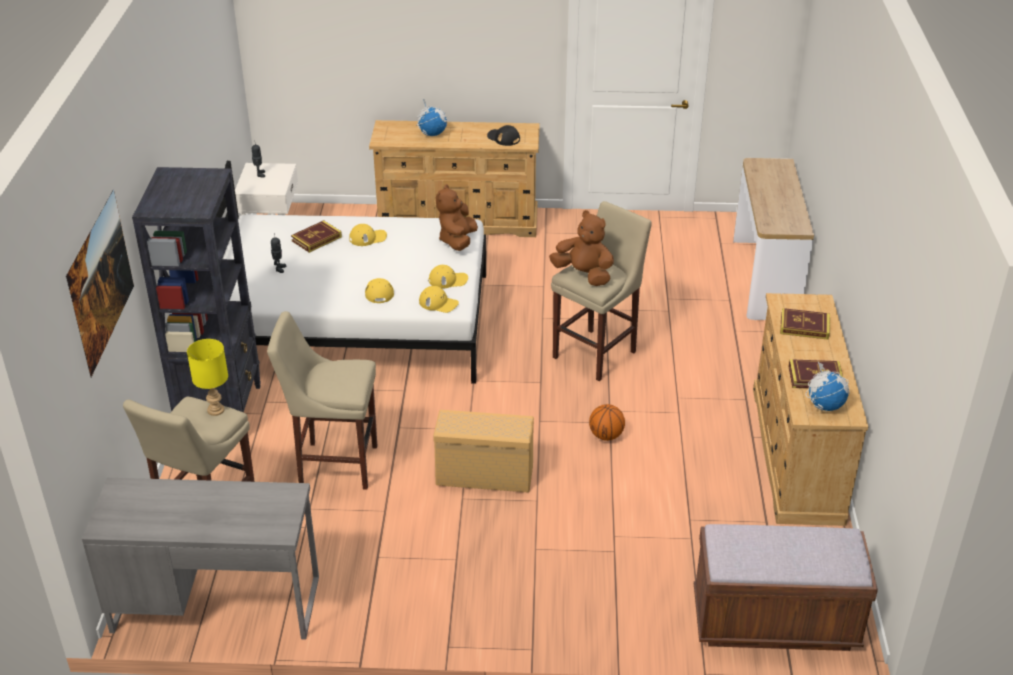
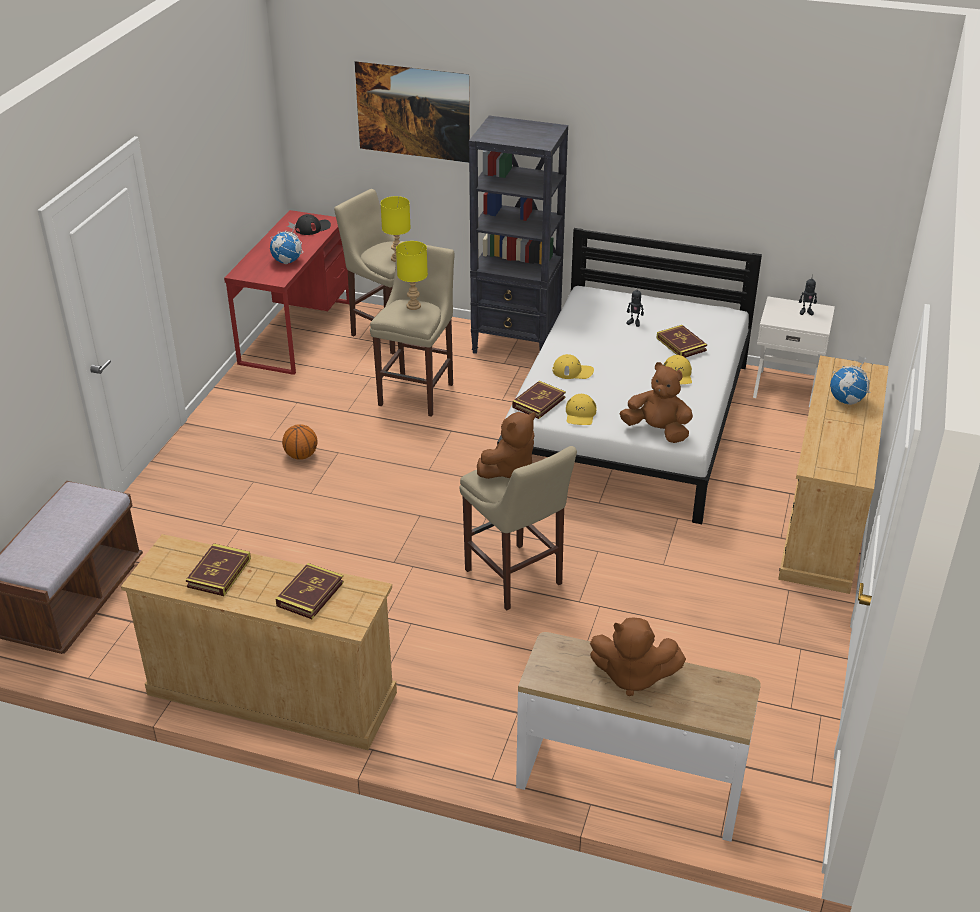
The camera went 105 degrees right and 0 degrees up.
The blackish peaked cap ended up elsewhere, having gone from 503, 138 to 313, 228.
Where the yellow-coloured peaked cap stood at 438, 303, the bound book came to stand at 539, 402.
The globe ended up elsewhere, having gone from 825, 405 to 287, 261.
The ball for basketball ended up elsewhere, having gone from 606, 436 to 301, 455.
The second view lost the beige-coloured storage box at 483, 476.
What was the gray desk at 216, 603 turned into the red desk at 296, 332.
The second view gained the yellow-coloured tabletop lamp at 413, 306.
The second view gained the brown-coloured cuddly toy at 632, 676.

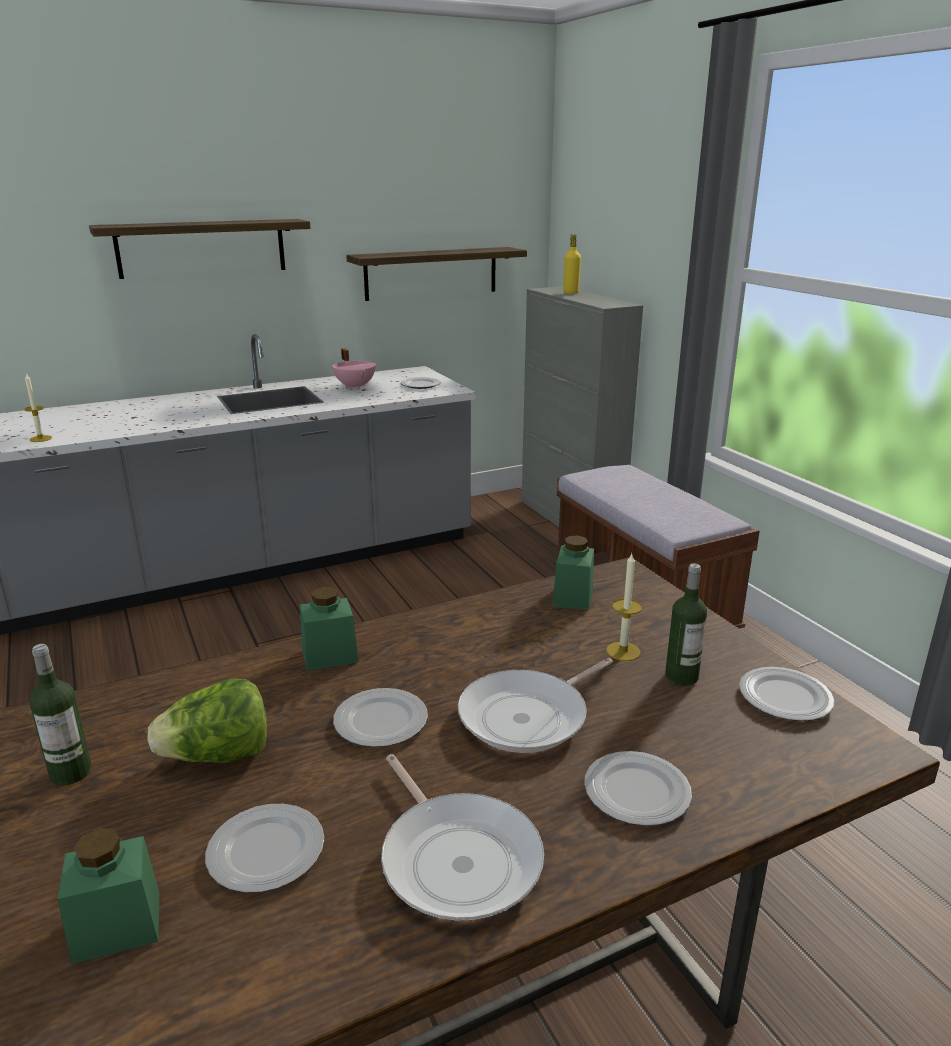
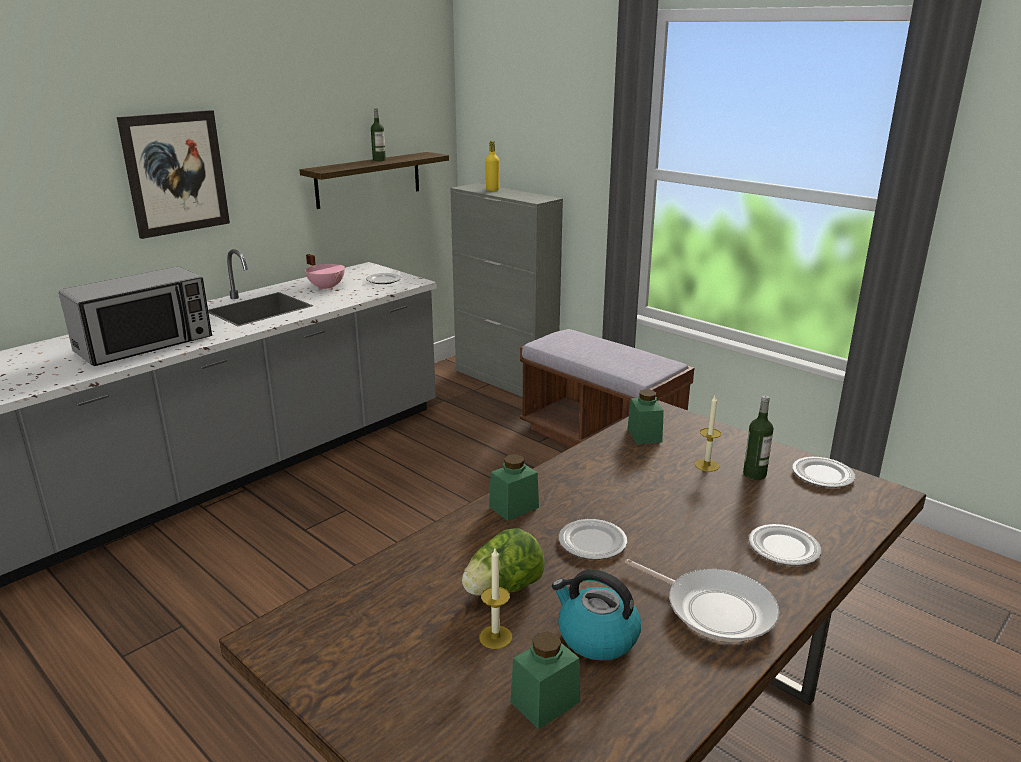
The camera went 20 degrees left and 0 degrees up.
Where the bracket shelf hung at 202, 248, the wall picture came to hang at 175, 173.
The wax light ended up elsewhere, having gone from 40, 438 to 495, 637.
The beverage bottle ended up elsewhere, having gone from 71, 772 to 379, 160.
The second view lost the frying pan at 529, 716.
Where the plate stood at 266, 853, the kettle came to stand at 596, 637.
The second view gained the microwave at 145, 344.

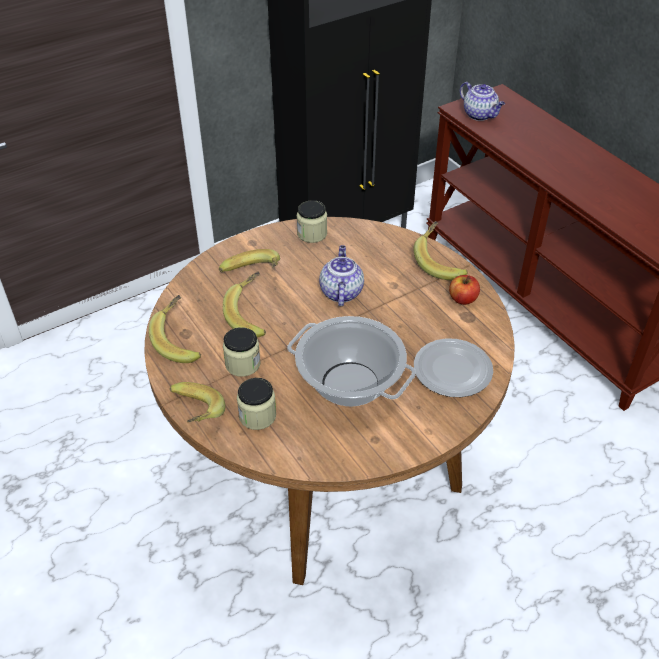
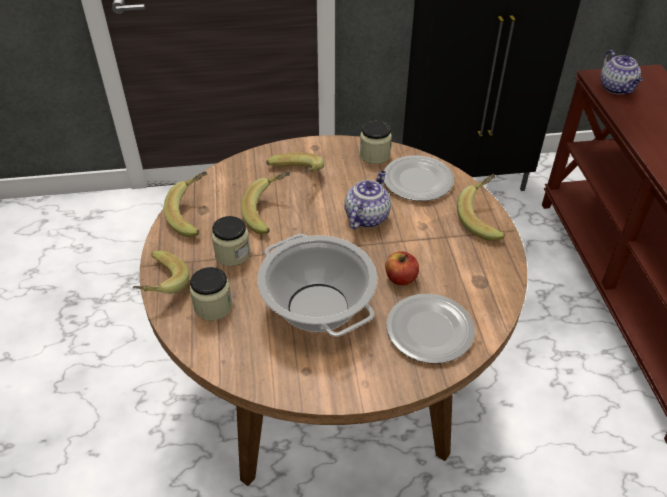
The camera went 25 degrees right and 0 degrees up.
The apple fruit ended up elsewhere, having gone from 463, 299 to 400, 278.
The second view gained the plate at 417, 180.

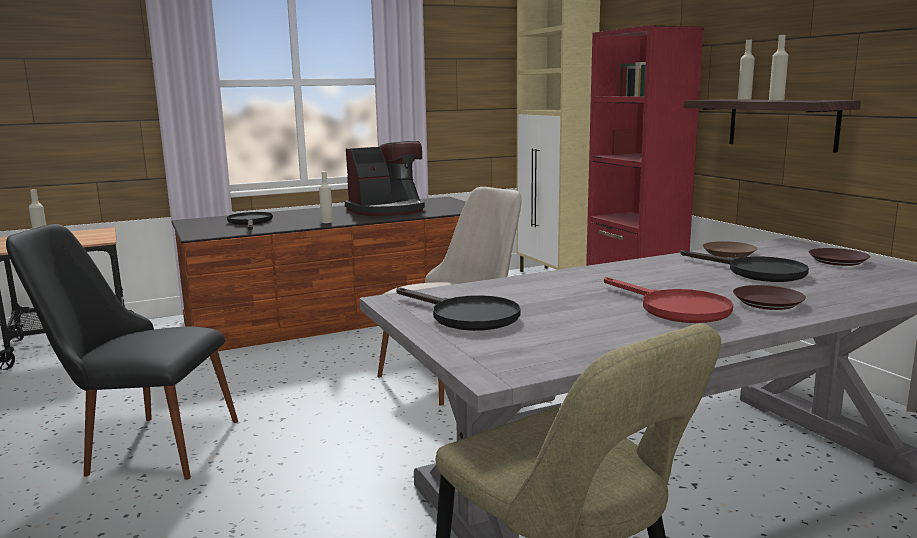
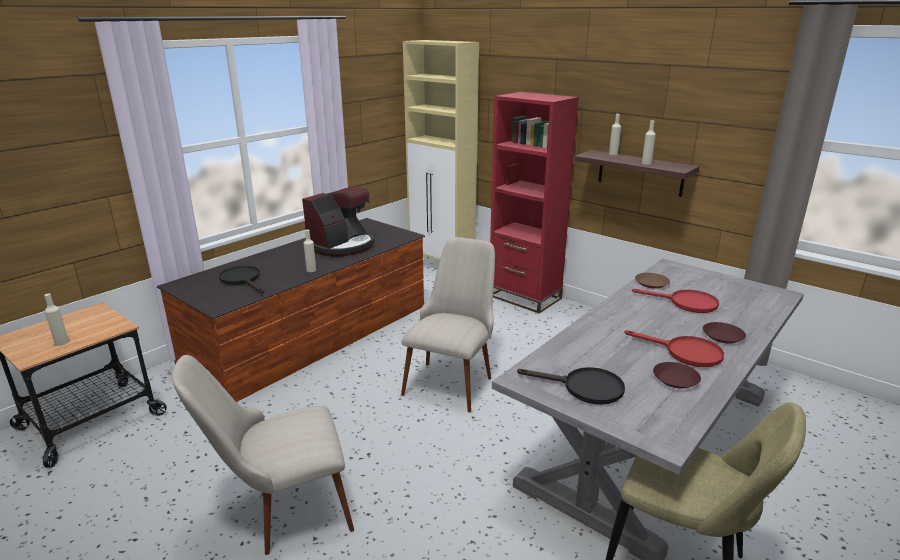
The camera went 25 degrees left and 10 degrees up.
What was the blackish upright chair at 141, 446 turned into the beige-coloured upright chair at 282, 511.
The brown-coloured plate ended up elsewhere, having gone from 838, 261 to 676, 379.
What was the blackish frying pan at 756, 272 turned into the red frying pan at 686, 303.

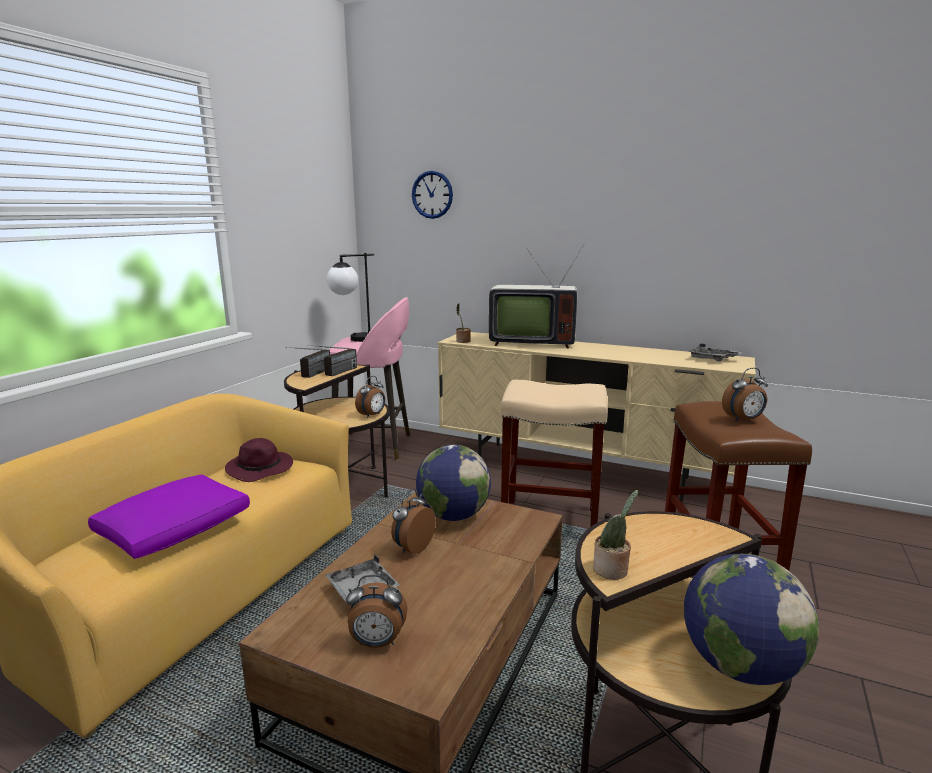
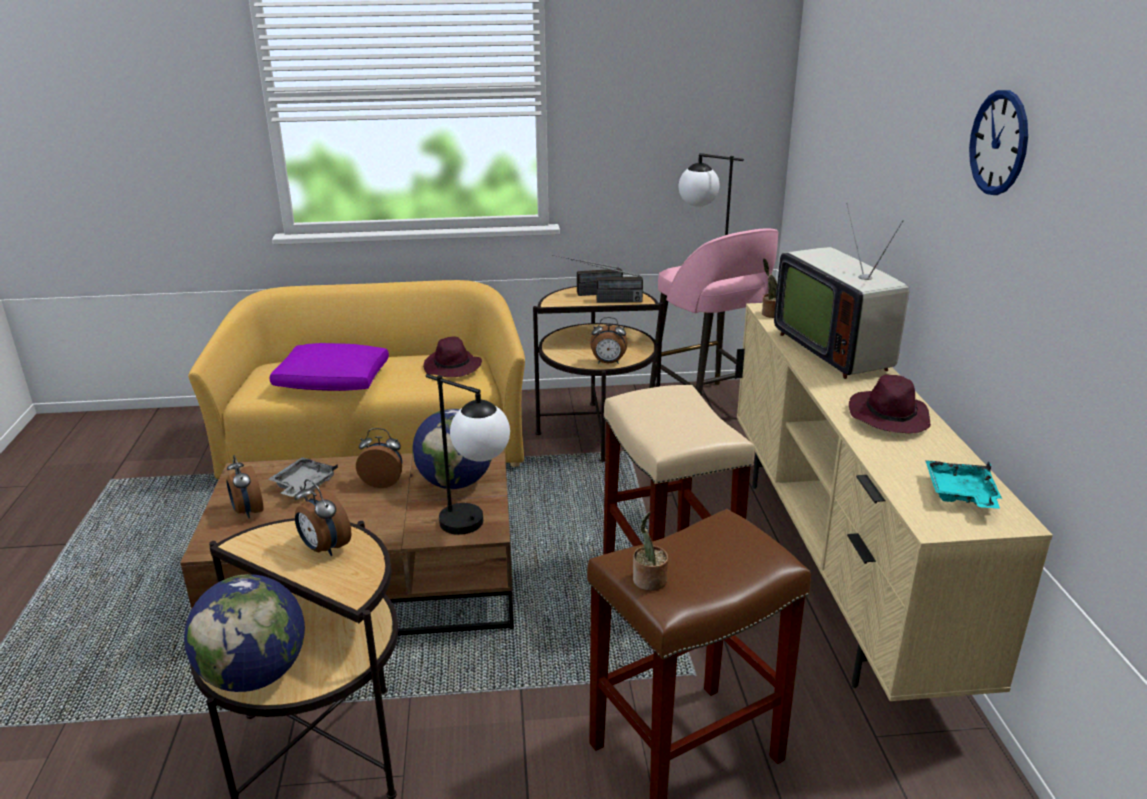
The camera went 60 degrees right and 10 degrees up.
The hanging clock ended up elsewhere, having gone from 432, 195 to 999, 143.
What was the gray tray at 712, 359 turned into the turquoise-coloured tray at 960, 495.
The bedside clock ended up elsewhere, having gone from 743, 420 to 324, 548.
The houseplant ended up elsewhere, having gone from 612, 570 to 649, 581.
The second view gained the tabletop lamp at 476, 527.
The second view gained the purple-coloured wearable hat at 888, 417.

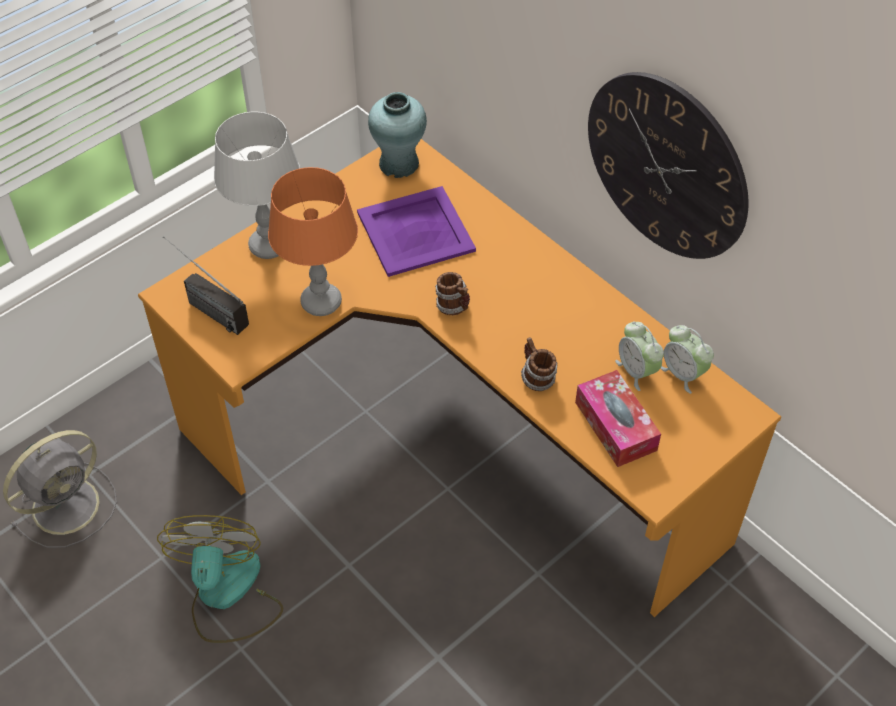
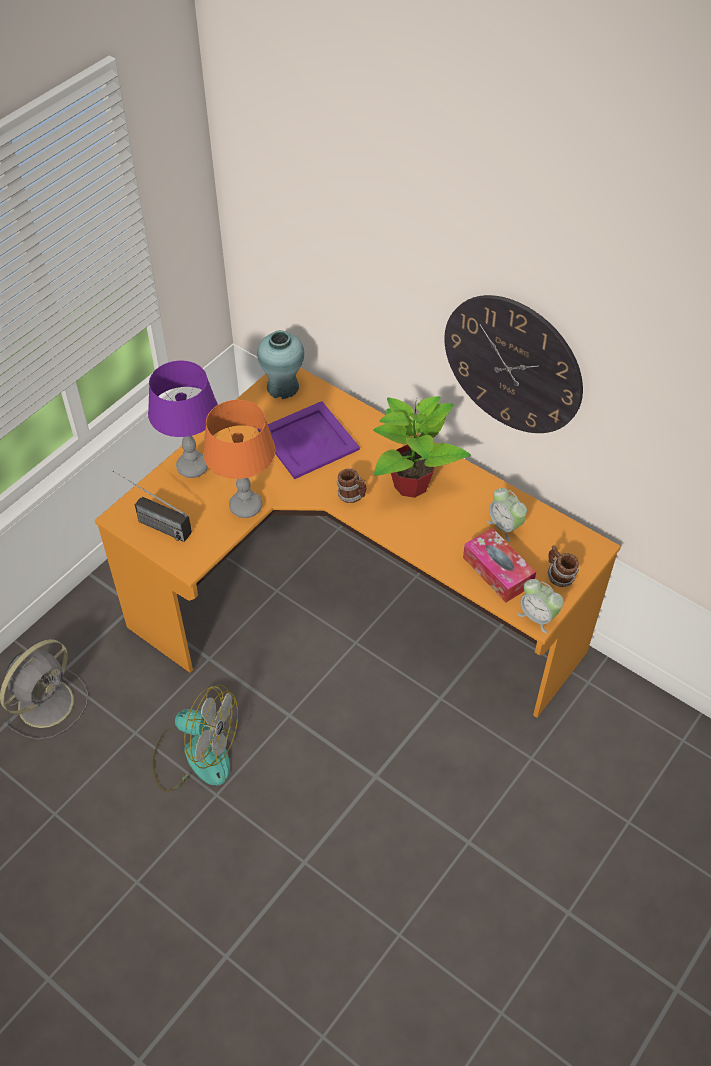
The camera went 10 degrees left and 0 degrees up.
What was the gray tabletop lamp at 268, 246 turned into the purple-coloured tabletop lamp at 192, 467.
The bedside clock ended up elsewhere, having gone from 683, 374 to 537, 617.
The mug ended up elsewhere, having gone from 536, 378 to 559, 576.
The electric fan at 227, 595 ended up facing another way, 120 degrees clockwise from before.
The second view gained the houseplant at 411, 484.

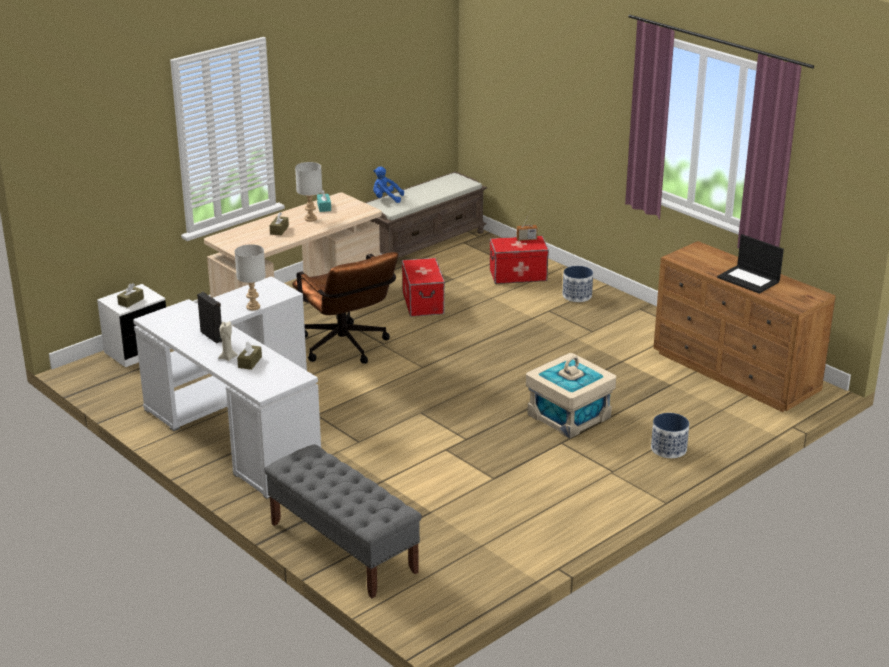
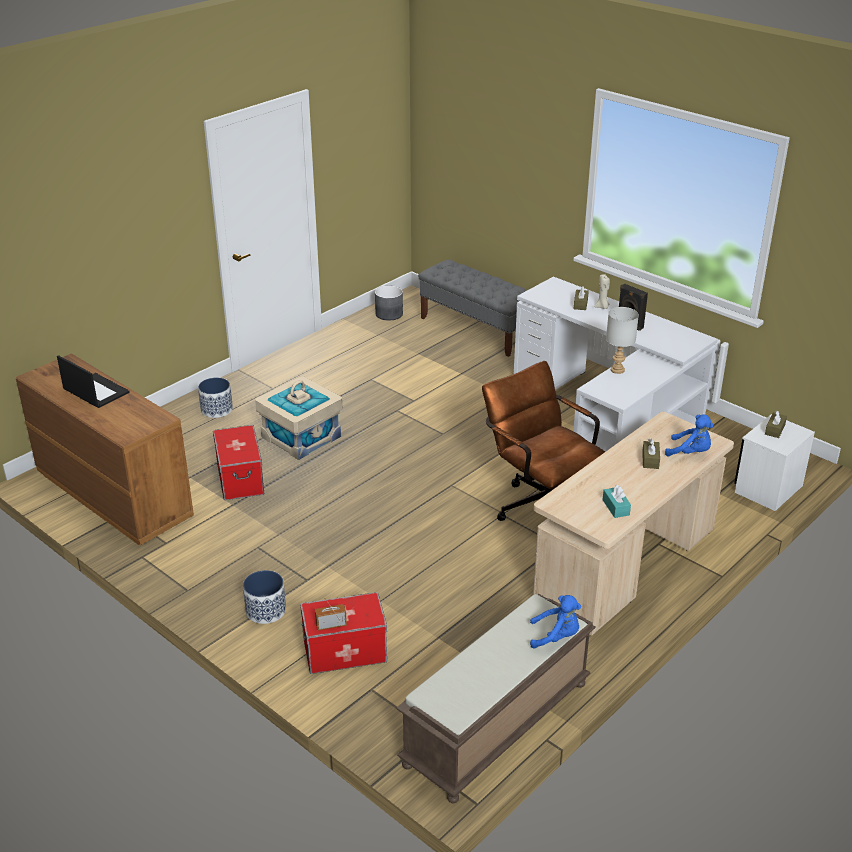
The camera went 175 degrees right and 5 degrees up.
The second view lost the gray tabletop lamp at 310, 218.
The storage box ended up elsewhere, having gone from 422, 303 to 241, 479.
The second view gained the gray plant pot at 389, 314.
The second view gained the bluish cuddly toy at 690, 452.

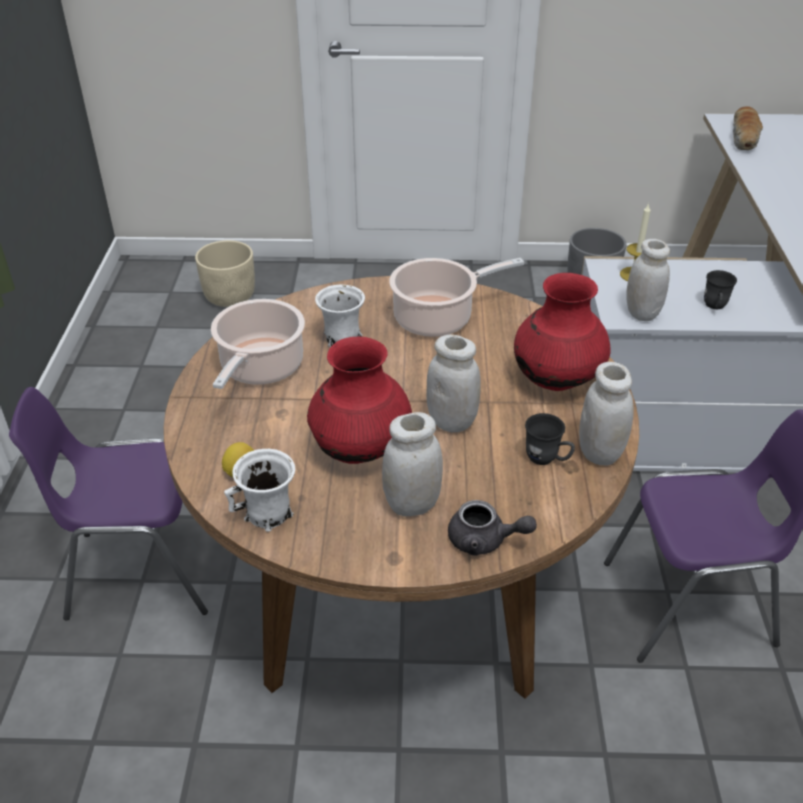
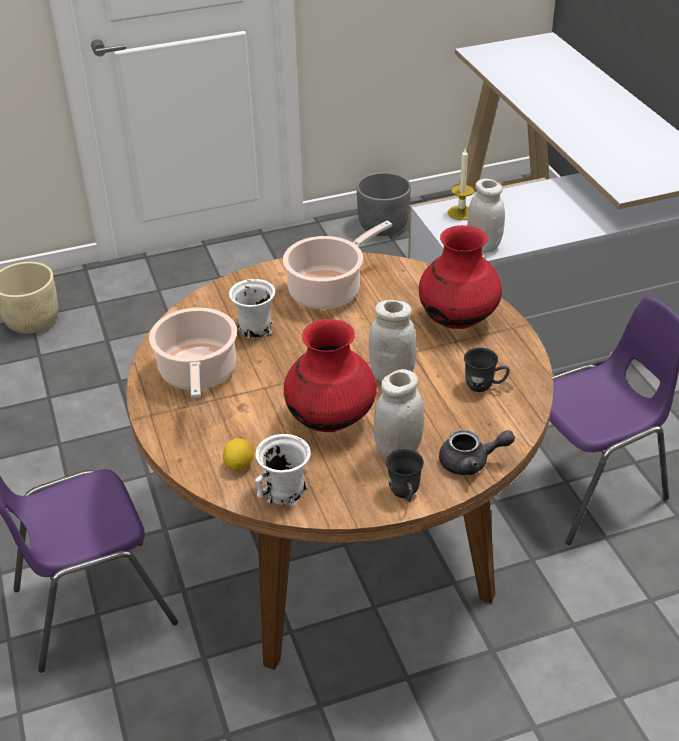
The camera went 20 degrees left and 0 degrees up.
The second view lost the bakery bread at 744, 138.
The gray mug ended up elsewhere, having gone from 715, 307 to 405, 494.
The second view lost the whitish jar at 599, 452.

